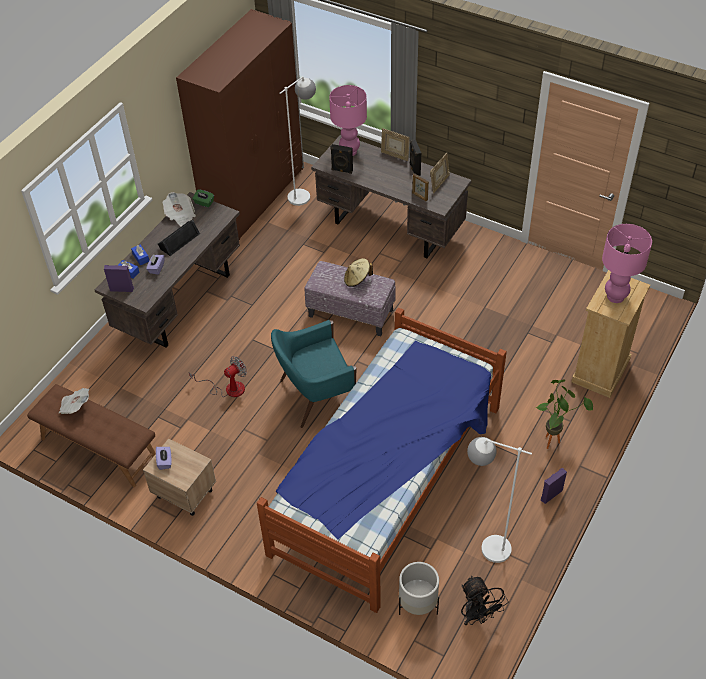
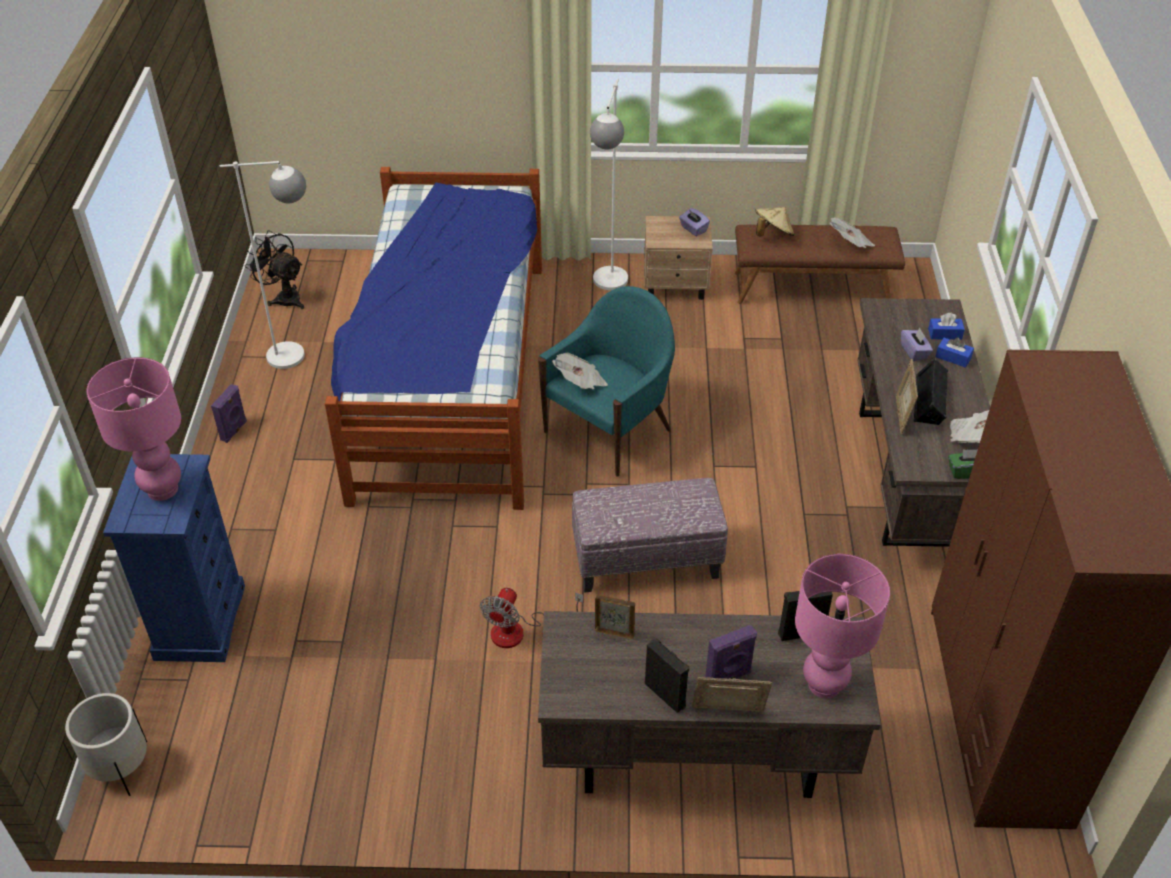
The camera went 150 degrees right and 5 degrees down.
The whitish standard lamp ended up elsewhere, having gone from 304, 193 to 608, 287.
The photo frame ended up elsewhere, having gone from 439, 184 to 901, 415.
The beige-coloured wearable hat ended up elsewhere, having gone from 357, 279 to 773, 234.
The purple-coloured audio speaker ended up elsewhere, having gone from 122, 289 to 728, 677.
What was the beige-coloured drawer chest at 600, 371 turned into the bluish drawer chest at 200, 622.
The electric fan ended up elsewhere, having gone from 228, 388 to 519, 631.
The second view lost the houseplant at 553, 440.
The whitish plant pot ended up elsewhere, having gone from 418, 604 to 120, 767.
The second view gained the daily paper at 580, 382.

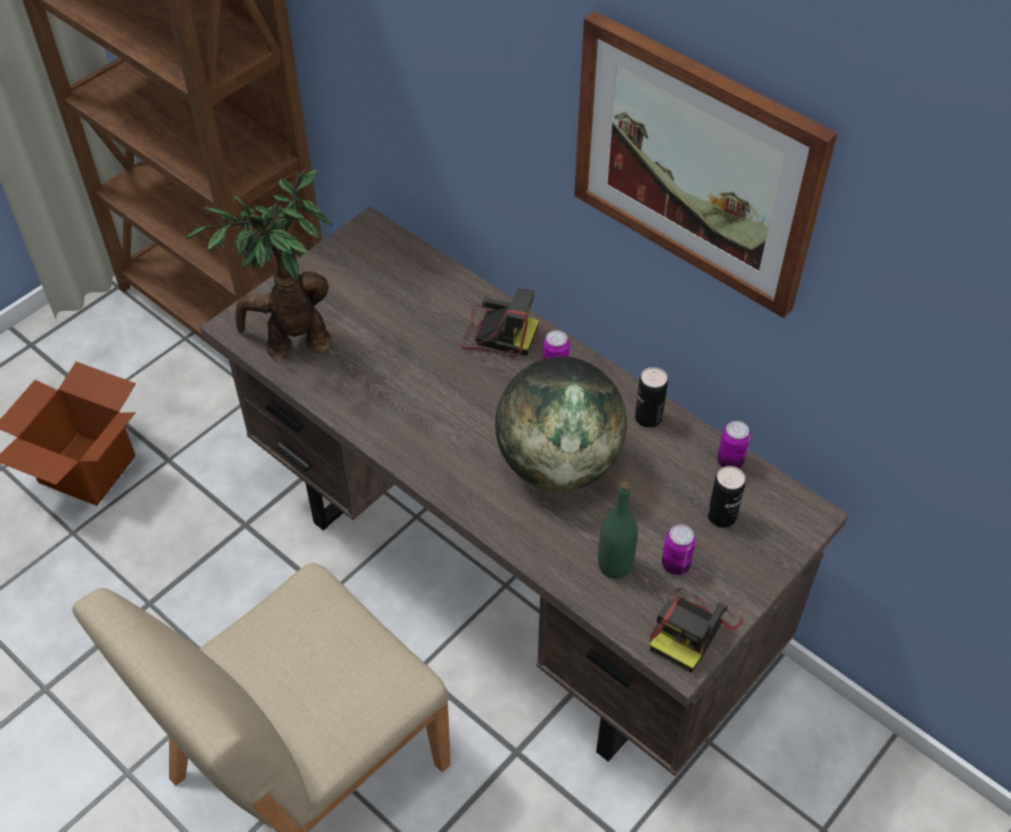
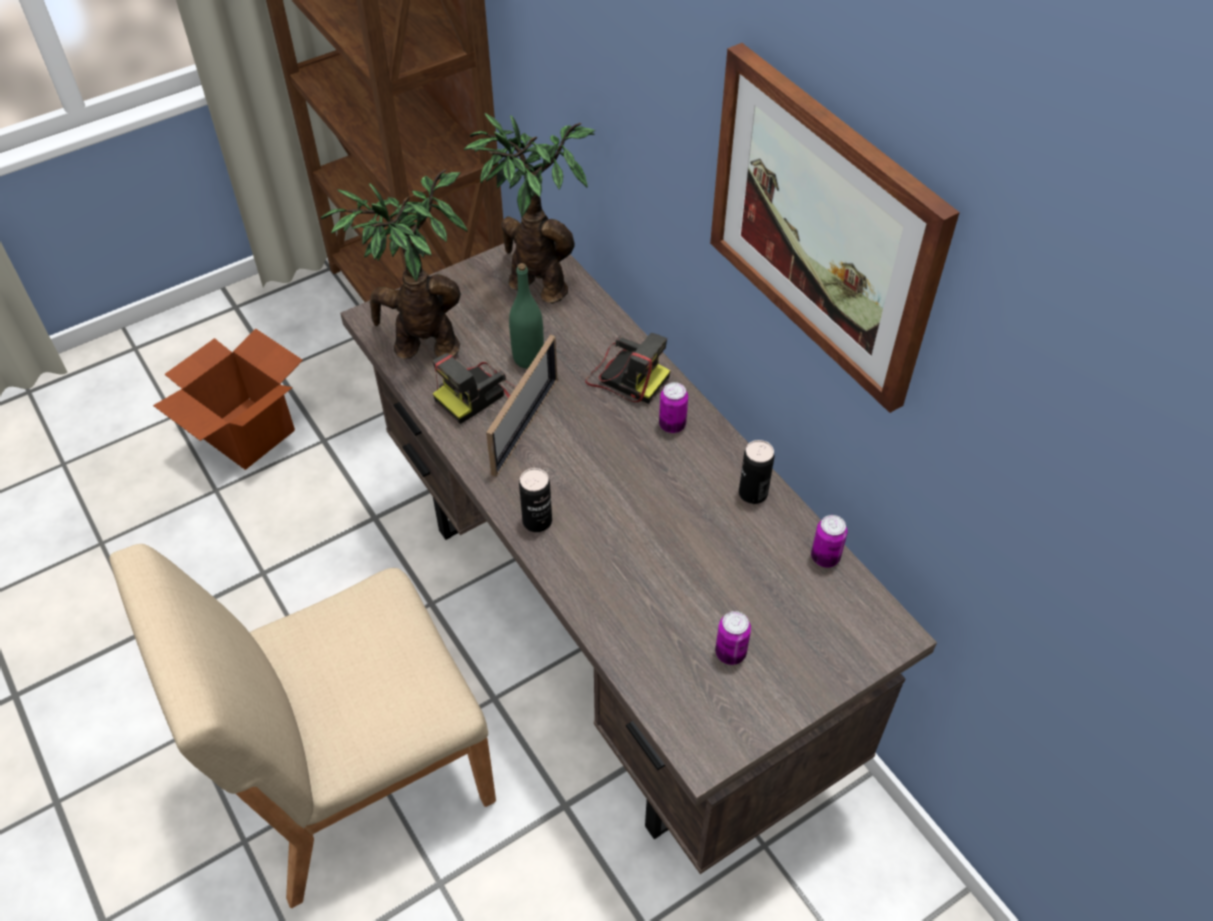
The camera went 15 degrees right and 0 degrees up.
The second view lost the globe at 558, 463.
The sealed can ended up elsewhere, having gone from 721, 516 to 537, 521.
The greenish beverage bottle ended up elsewhere, having gone from 615, 565 to 528, 358.
The photo camera ended up elsewhere, having gone from 692, 630 to 479, 394.
The second view gained the houseplant at 534, 282.
The second view gained the photo frame at 525, 426.

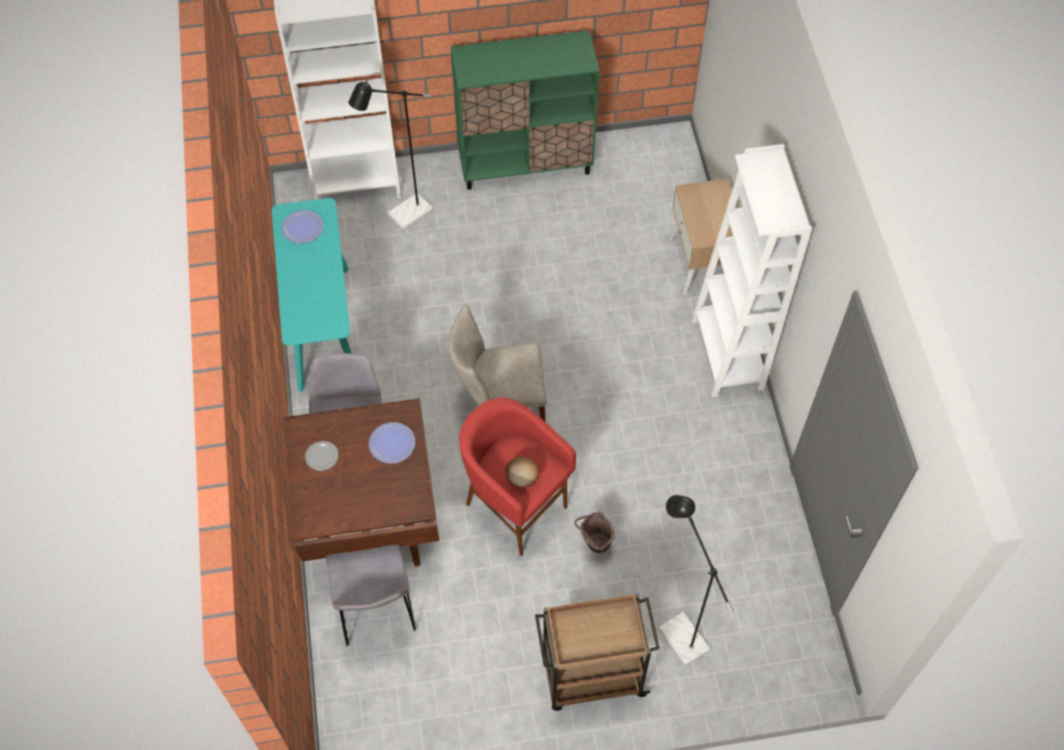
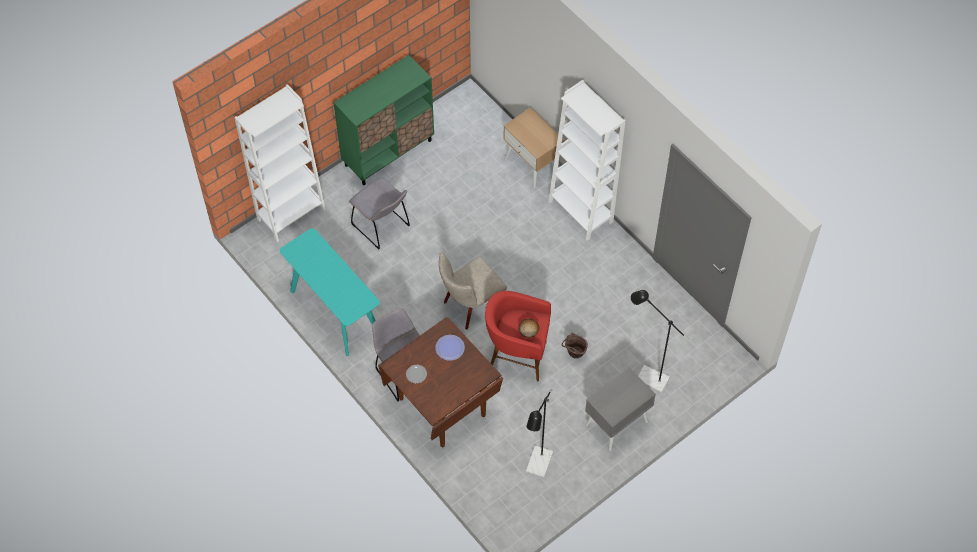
The camera went 30 degrees left and 0 degrees up.
The blackish standard lamp ended up elsewhere, having gone from 404, 216 to 537, 467.
The second view lost the plate at 302, 227.
The gray upright chair ended up elsewhere, having gone from 376, 610 to 382, 227.
Where the brown-coloured trolley stood at 591, 676, the gray bedside table came to stand at 616, 423.

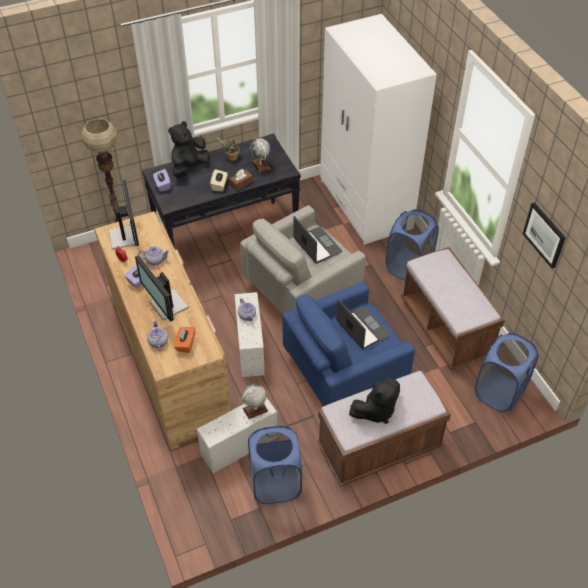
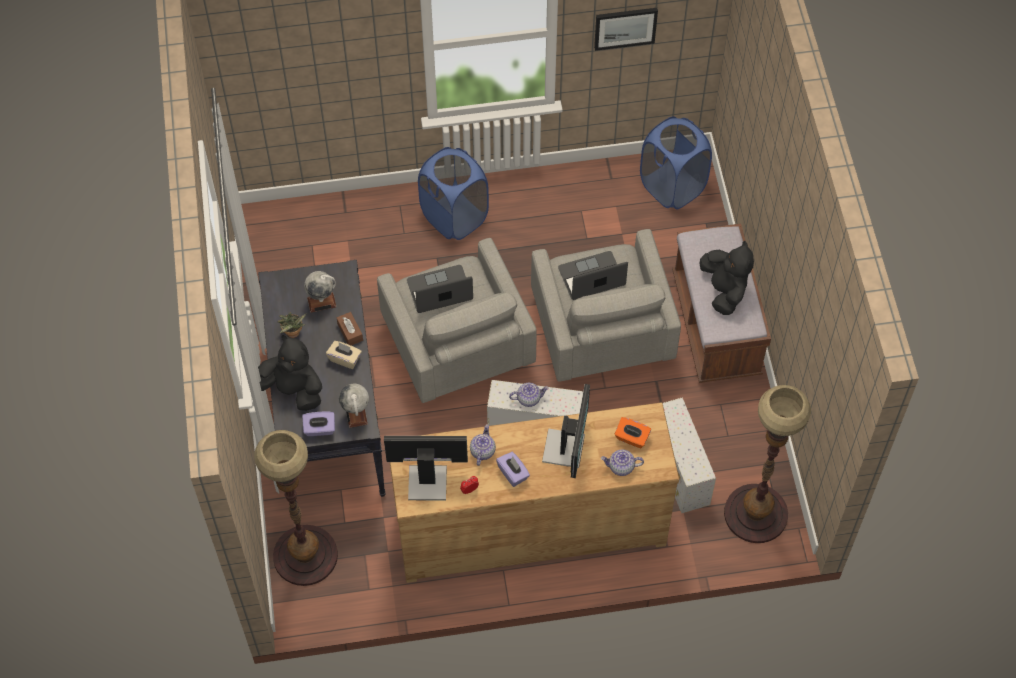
The camera went 75 degrees left and 10 degrees up.
The second view lost the whitish armoire at 365, 205.
The blackish cuddly toy at 189, 167 ended up facing another way, 150 degrees clockwise from before.
The second view lost the brown-coloured indoor bench at 445, 328.
The computer display at 167, 306 ended up facing another way, 60 degrees counterclockwise from before.
What was the bluish lounge chair at 343, 371 turned into the gray lounge chair at 600, 333.
The globe ended up elsewhere, having gone from 255, 409 to 356, 414.
The second view lost the bluish hamper at 275, 484.
The second view gained the standard lamp at 756, 514.

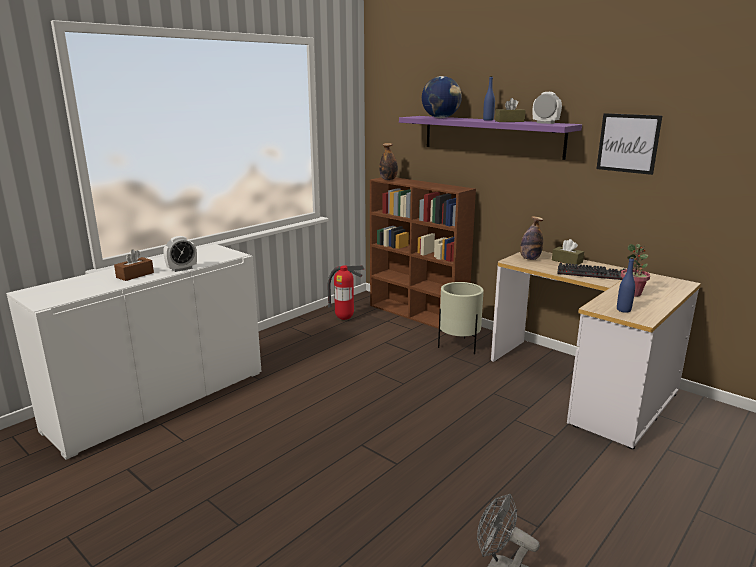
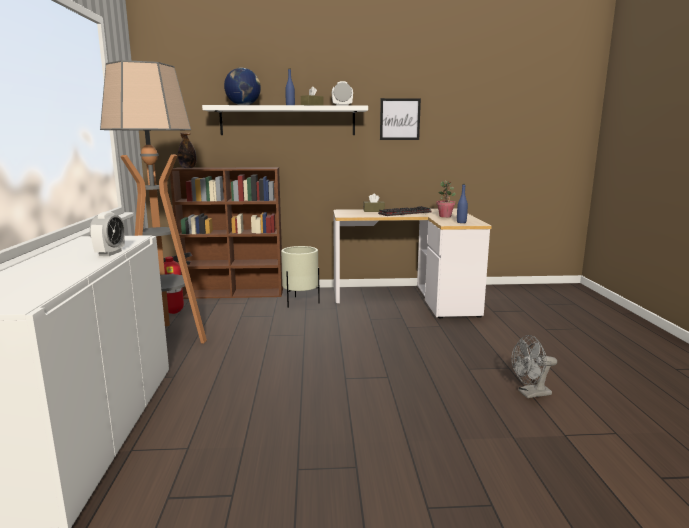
The camera went 45 degrees left and 5 degrees down.
What was the purple-coloured bracket shelf at 491, 136 turned into the whitish bracket shelf at 287, 121.
The second view lost the beverage bottle at 529, 259.
The second view lost the brown-coloured box of tissues at 135, 275.
The second view gained the standard lamp at 167, 339.

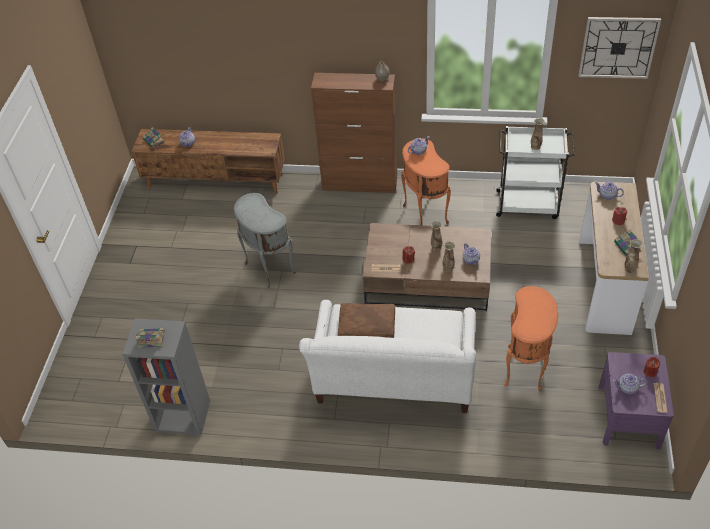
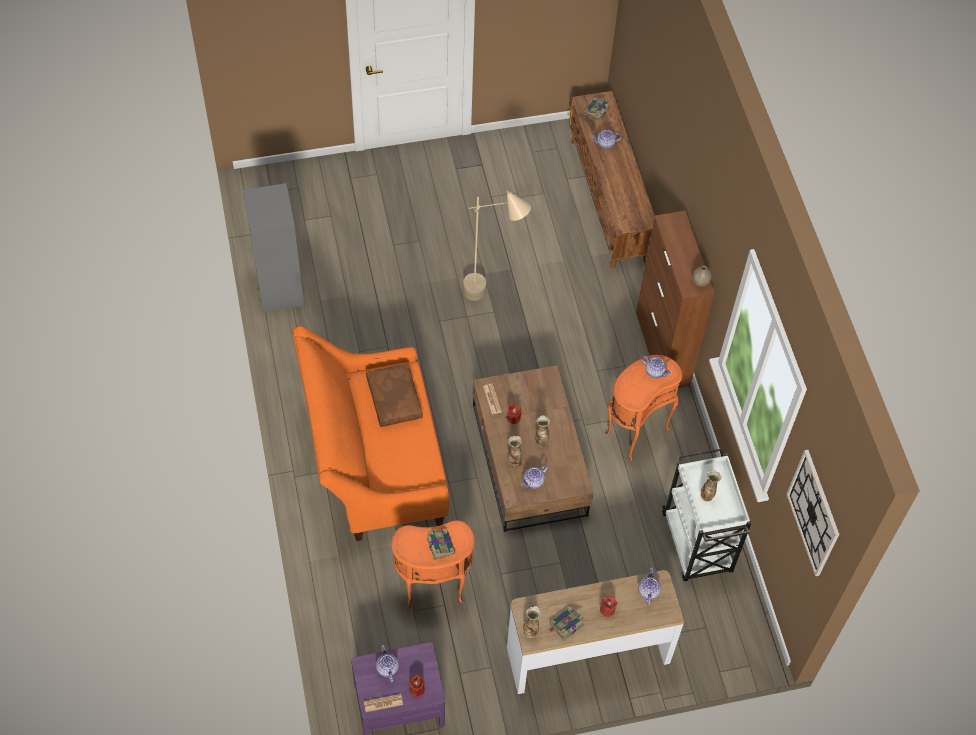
The camera went 65 degrees right and 10 degrees up.
Where the gray accent table stood at 268, 269, the beige-coloured standard lamp came to stand at 492, 298.
What was the whitish settee at 394, 383 turned into the orange-coloured settee at 374, 463.
The bound book ended up elsewhere, having gone from 150, 339 to 440, 545.

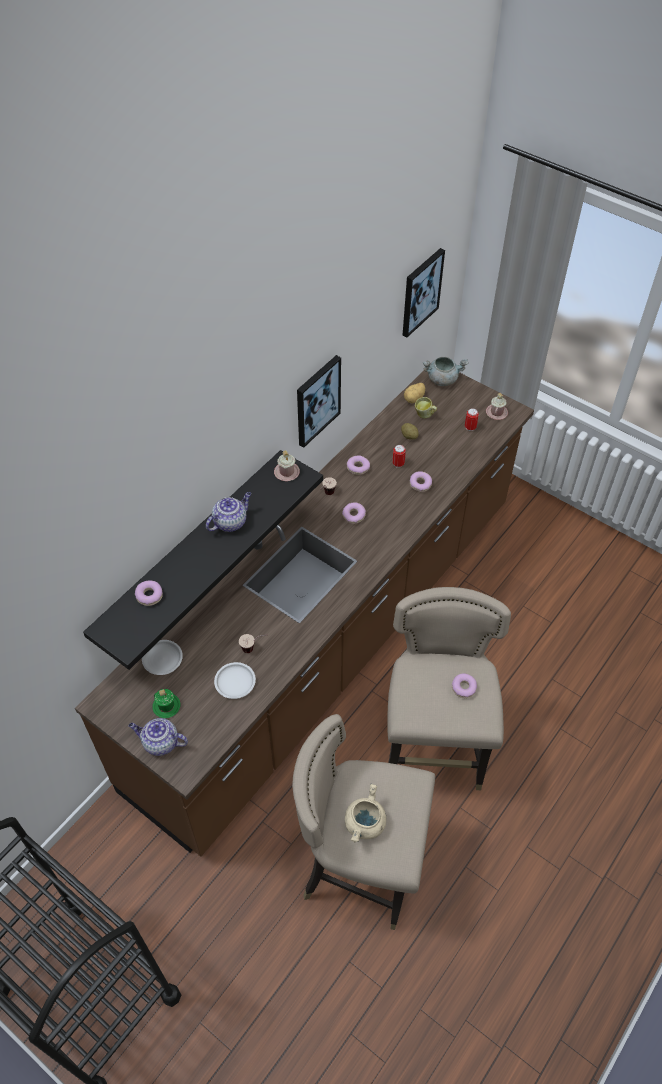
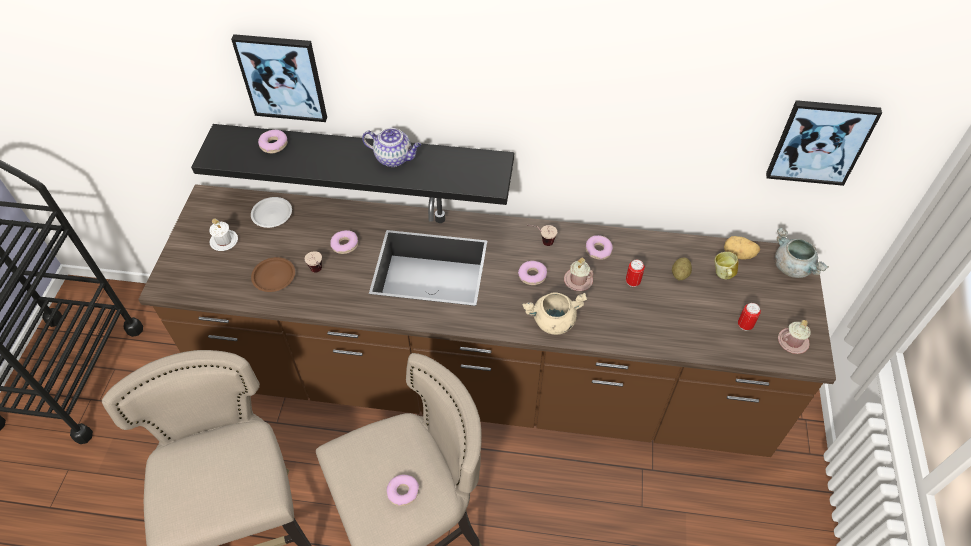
The camera went 60 degrees right and 0 degrees up.
The wall picture ended up elsewhere, having gone from 317, 400 to 282, 77.
The pinkish mug ended up elsewhere, having gone from 287, 472 to 578, 280.
The donut ended up elsewhere, having gone from 420, 484 to 345, 245.
What was the whitish plate at 235, 682 turned into the brown-coloured plate at 273, 277.
What was the greenish mug at 166, 706 turned into the whitish mug at 224, 241.
The second view lost the tea pot at 160, 743.
The beige-coloured saucepot ended up elsewhere, having gone from 365, 824 to 553, 322.

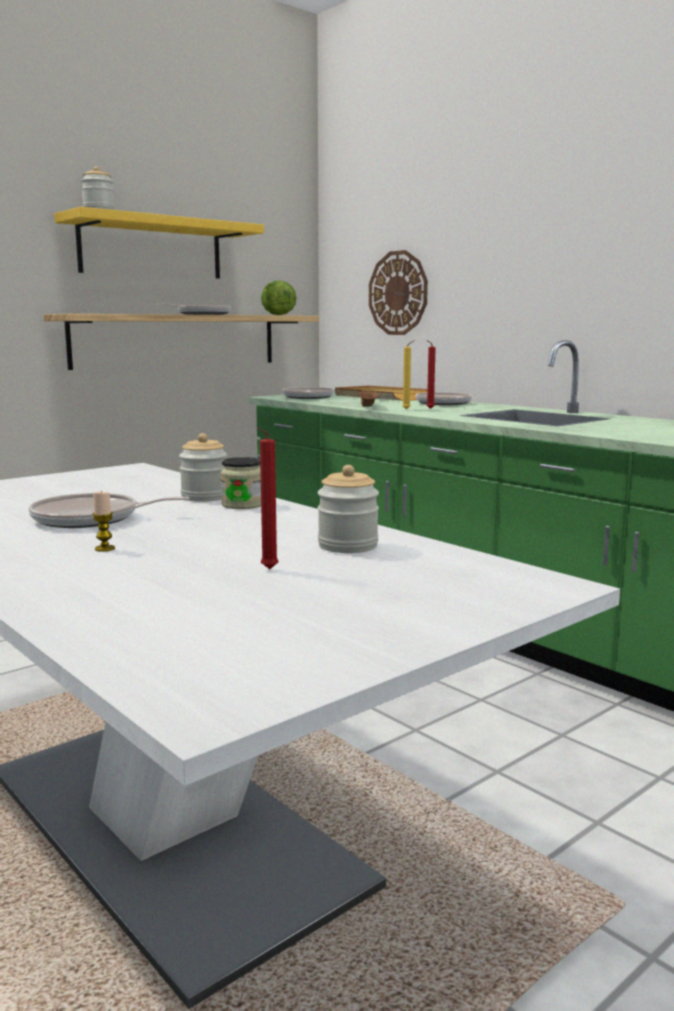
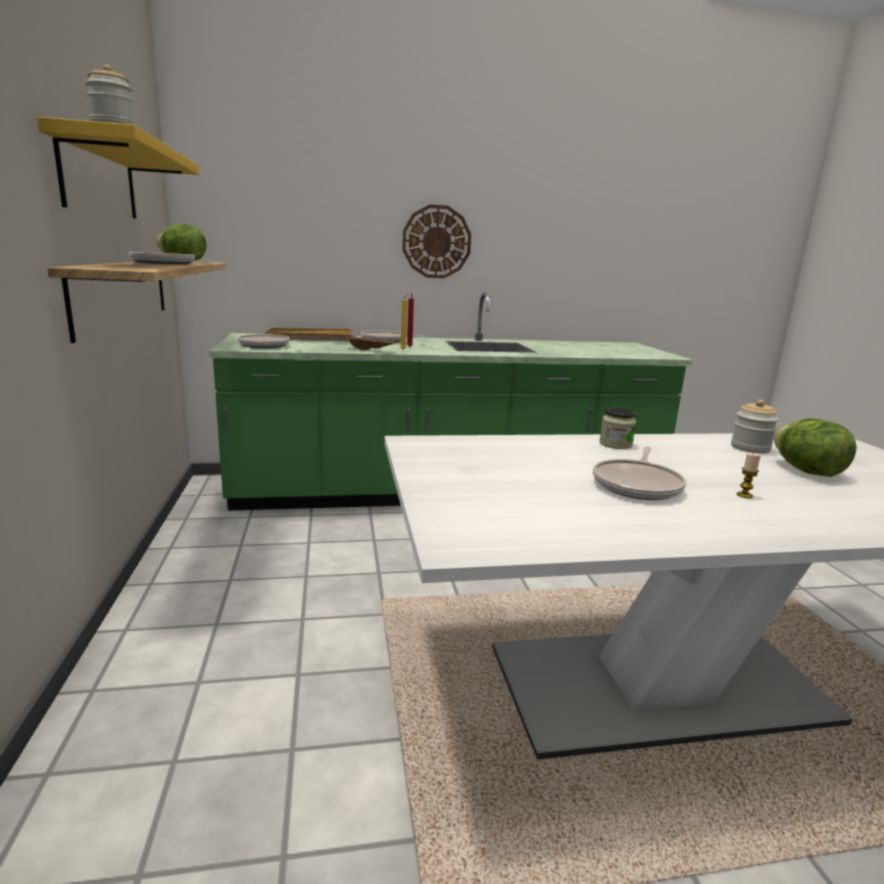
The camera went 60 degrees left and 5 degrees up.
The hanging clock ended up elsewhere, having gone from 398, 293 to 436, 242.
Where the red wax light stood at 267, 570, the head of lettuce came to stand at 807, 471.
The second view lost the jar at 205, 497.

